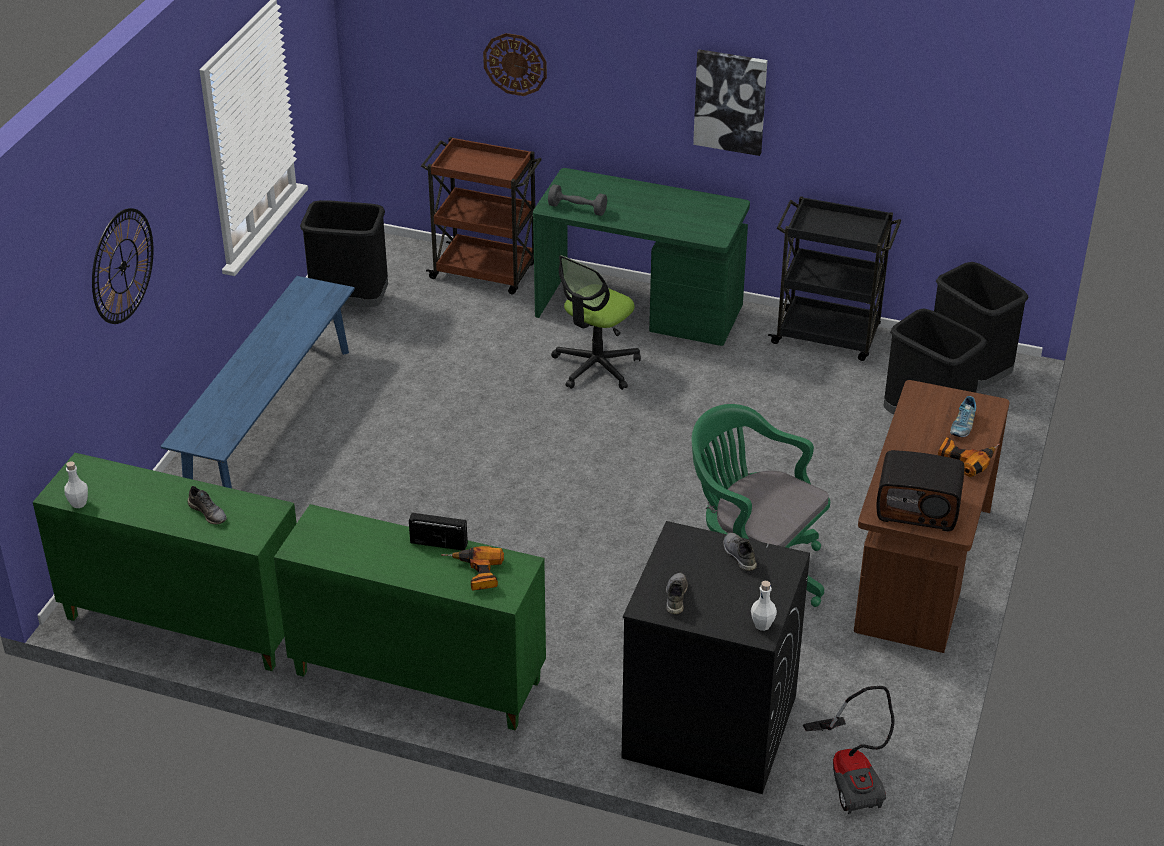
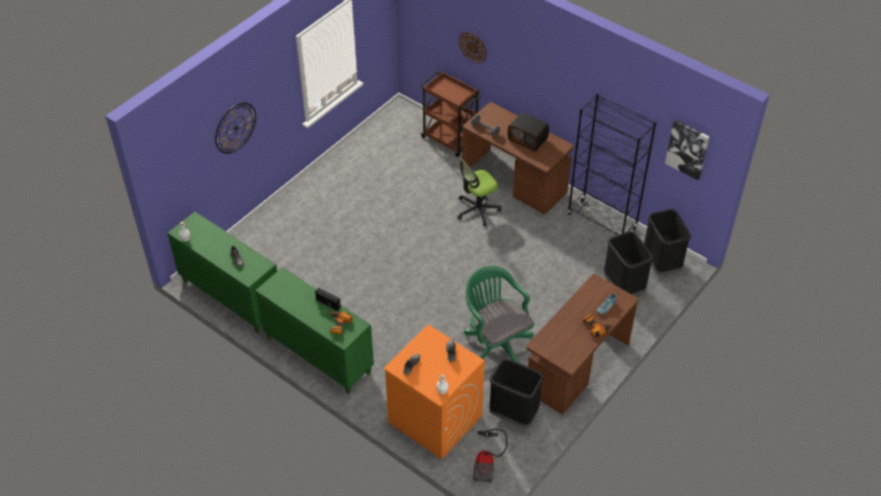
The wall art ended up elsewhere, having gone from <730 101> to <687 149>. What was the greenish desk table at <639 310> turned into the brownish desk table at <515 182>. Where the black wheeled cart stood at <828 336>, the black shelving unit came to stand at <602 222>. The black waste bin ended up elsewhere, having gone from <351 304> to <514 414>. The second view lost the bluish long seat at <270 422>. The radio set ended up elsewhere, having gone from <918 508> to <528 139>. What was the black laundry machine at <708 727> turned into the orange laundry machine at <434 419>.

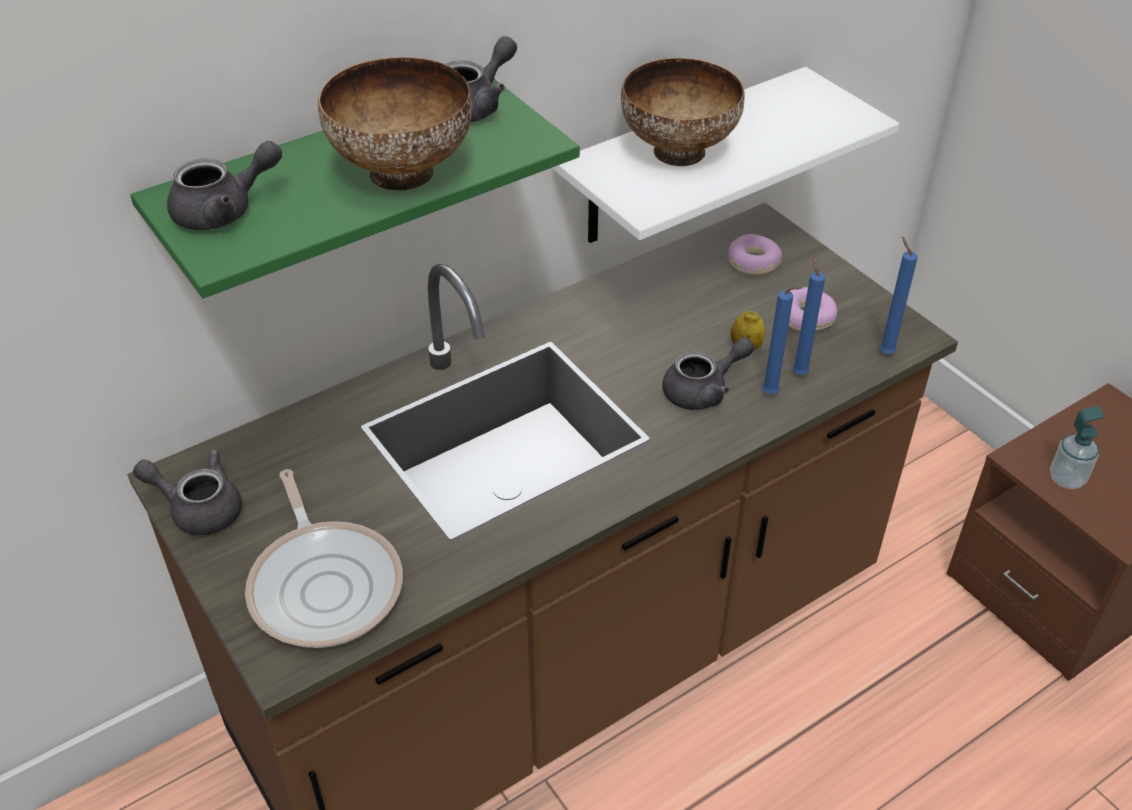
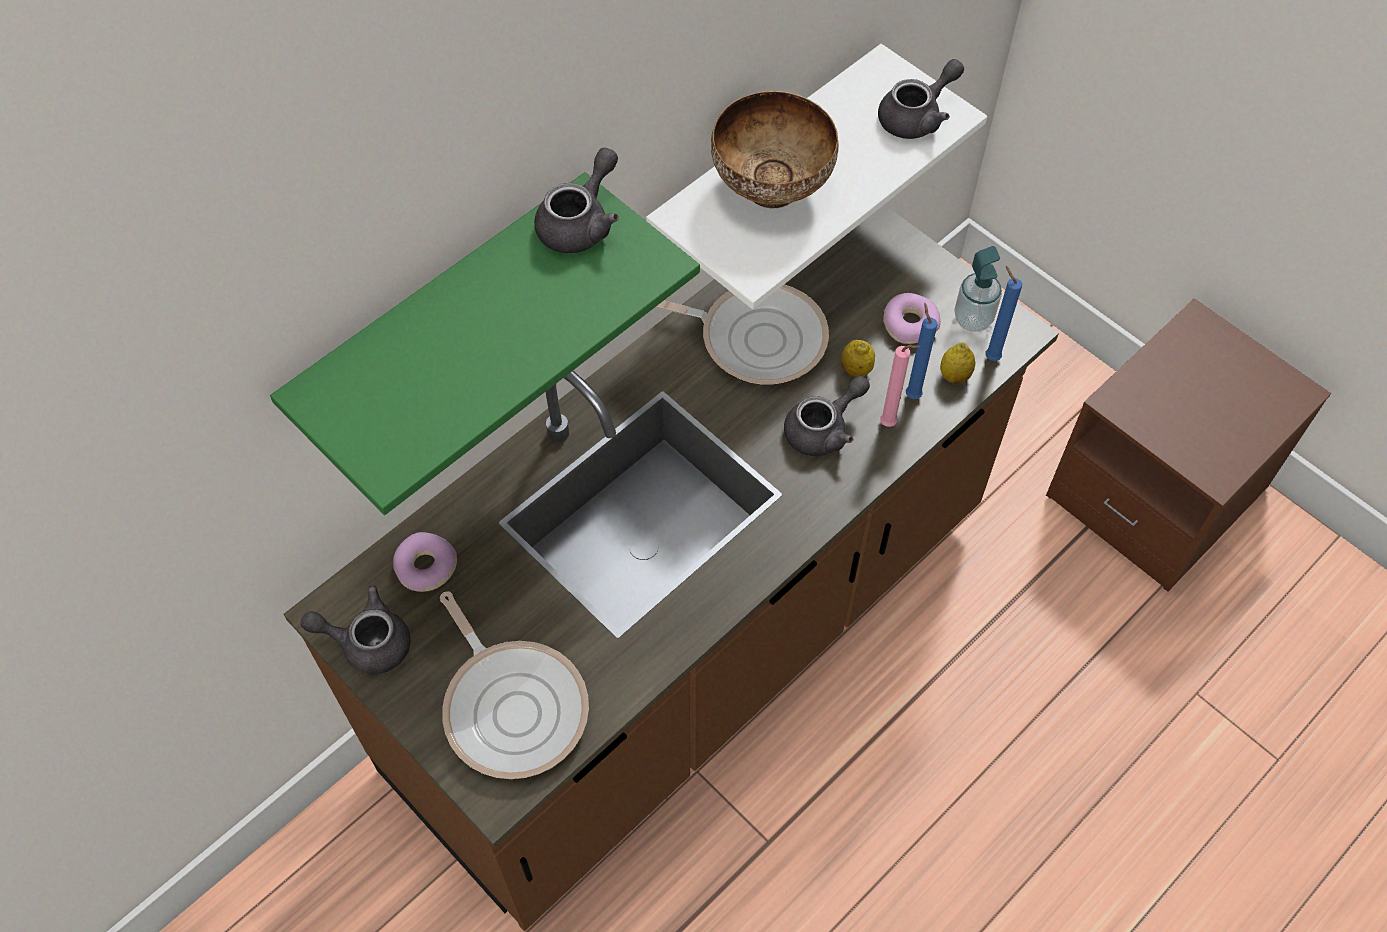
The second view lost the deep dish at <403 175>. The grey teapot ended up elsewhere, having gone from <225 211> to <917 117>. The donut ended up elsewhere, having gone from <753 263> to <425 568>. What was the bluish wax candle at <772 394> turned into the pinkish wax candle at <890 424>. The soap dispenser ended up elsewhere, having gone from <1066 479> to <973 319>. The second view gained the skillet at <756 338>. The second view gained the lemon at <954 376>.

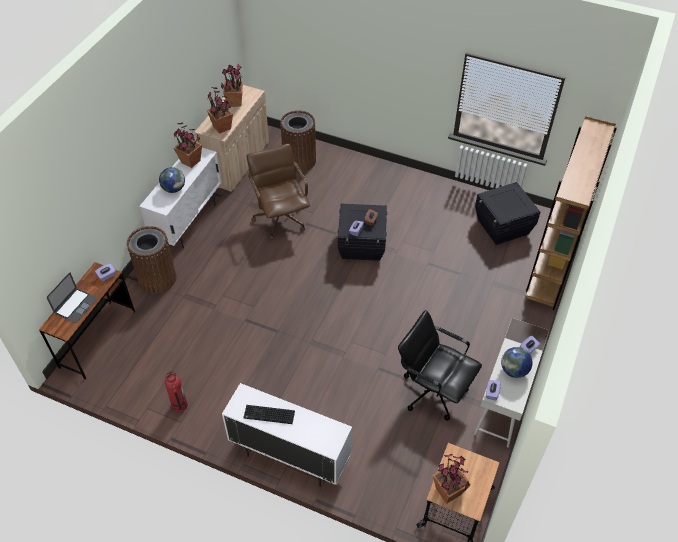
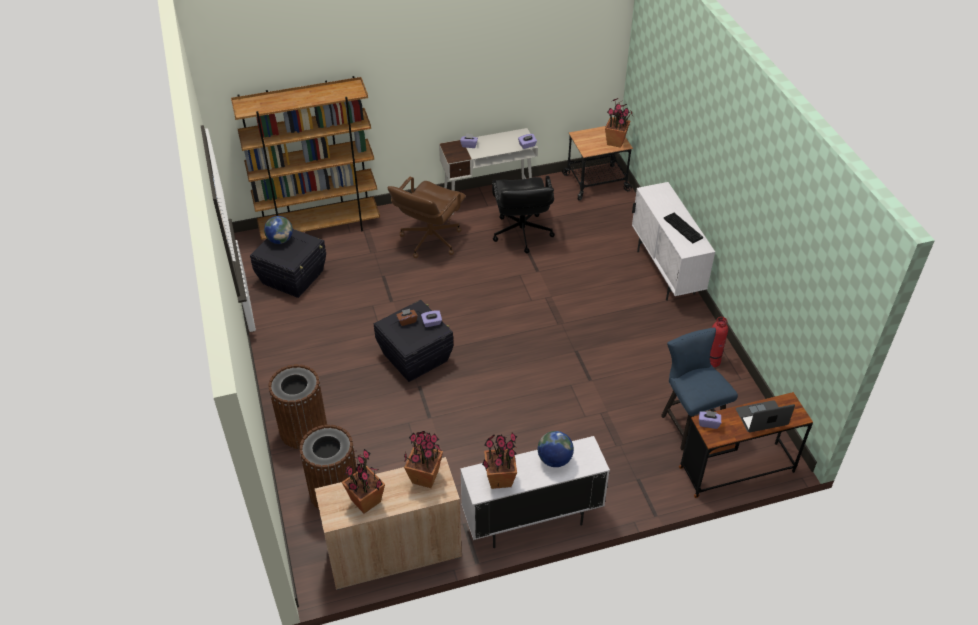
The brownish desk chair ended up elsewhere, having gone from <281 218> to <429 240>. The brownish waste bin ended up elsewhere, having gone from <157 278> to <303 430>. The world globe ended up elsewhere, having gone from <514 370> to <280 240>. The second view gained the bluish chair at <689 422>.

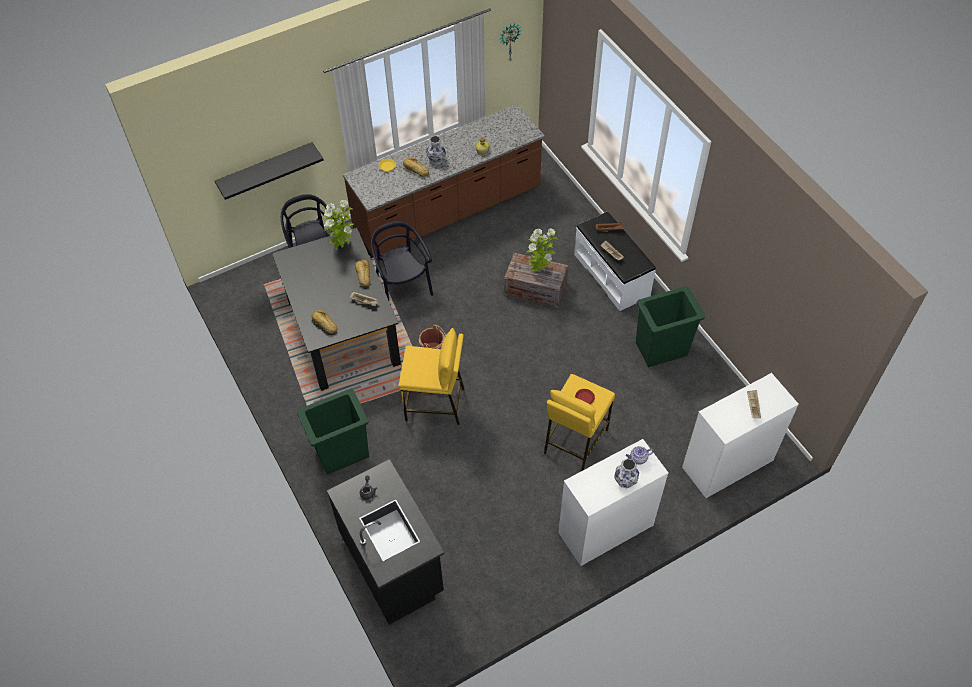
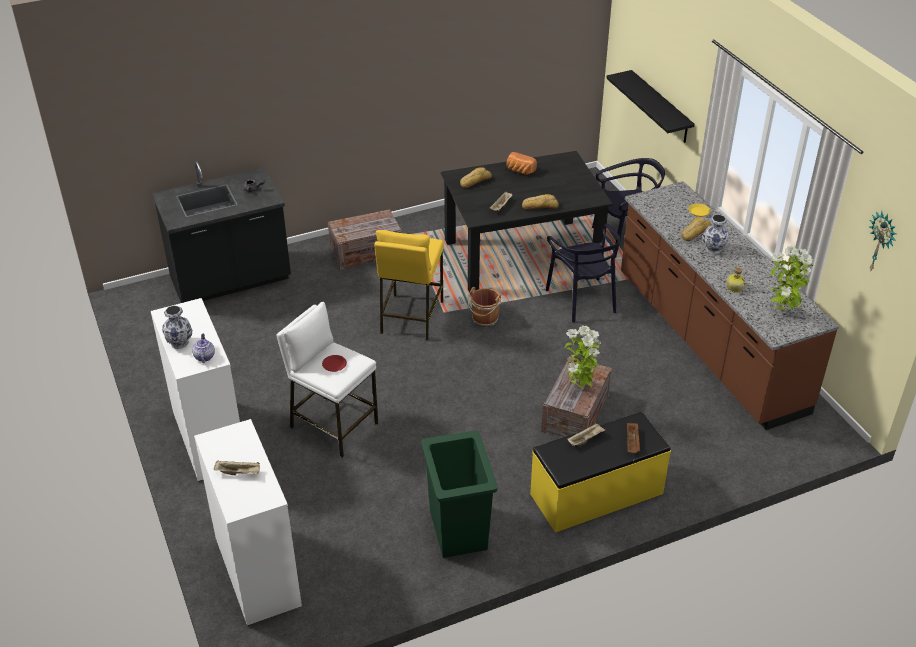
The houseplant ended up elsewhere, having gone from <342 246> to <782 313>. What was the white long seat at <612 275> turned into the yellowish long seat at <597 494>. The black chair at <402 287> ended up facing another way, 90 degrees clockwise from before. What was the yellowish sitting stool at <575 441> turned into the white sitting stool at <333 425>. Where the greenish waste bin stood at <341 452>, the packing crate came to stand at <366 252>. The second view gained the bakery bread at <519 171>.

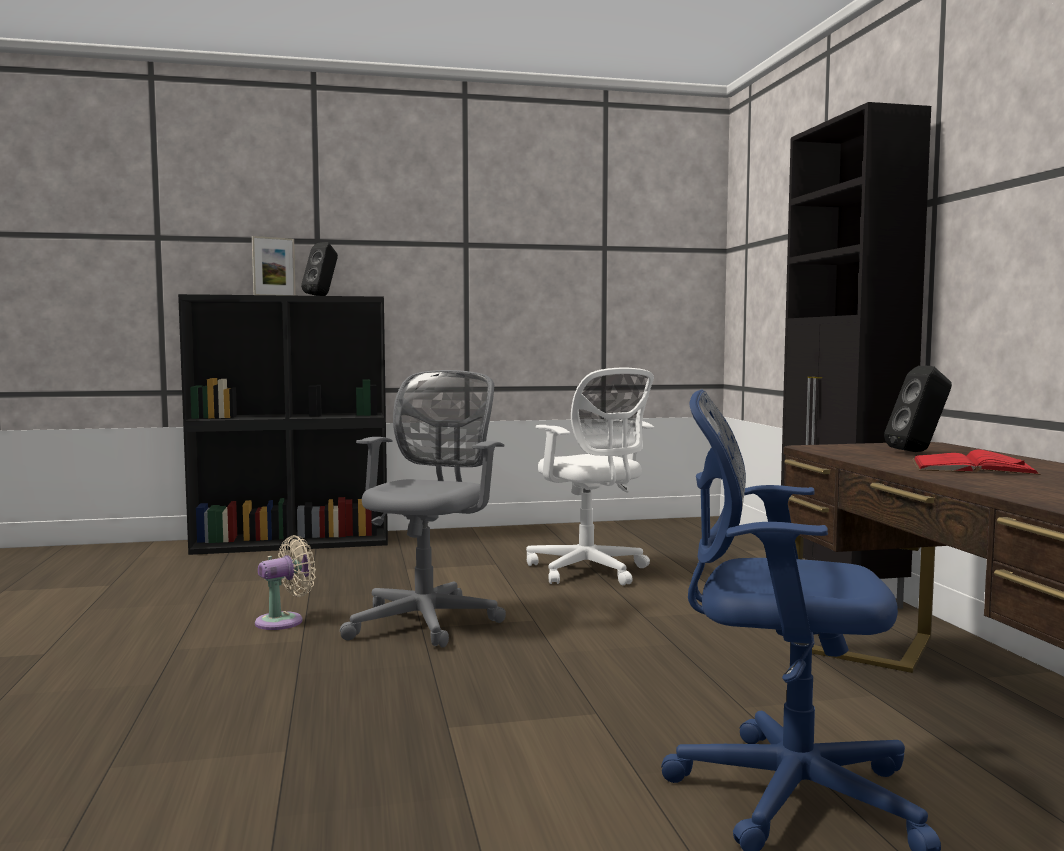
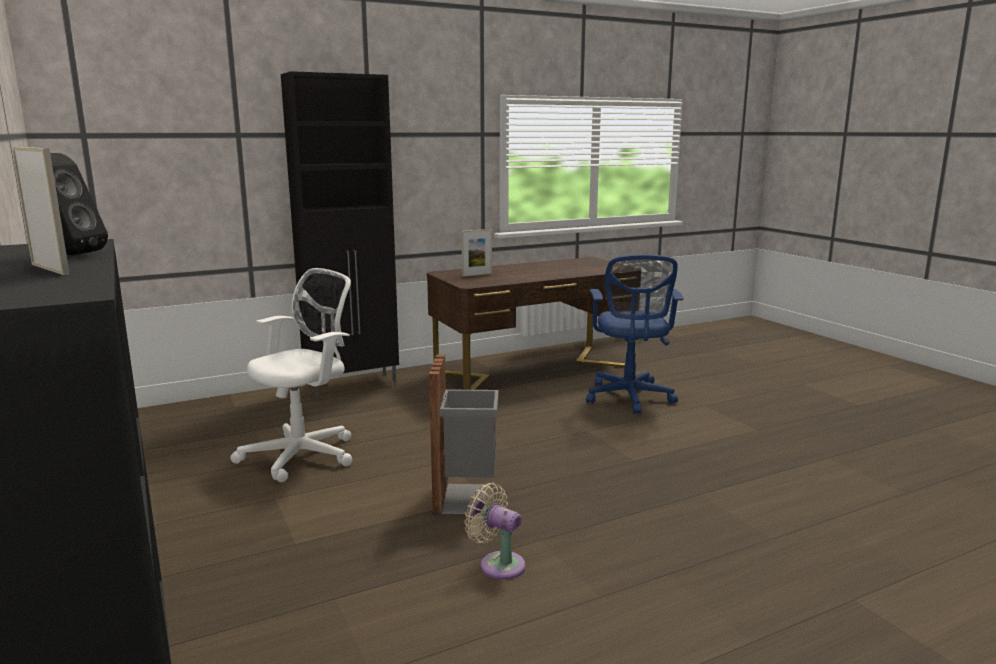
Where the black loudspeaker stood at <918 451>, the picture frame came to stand at <477 275>. Where the grey desk chair stood at <427 620>, the grey waste bin came to stand at <466 498>. The second view lost the red-coloured volume at <972 467>.

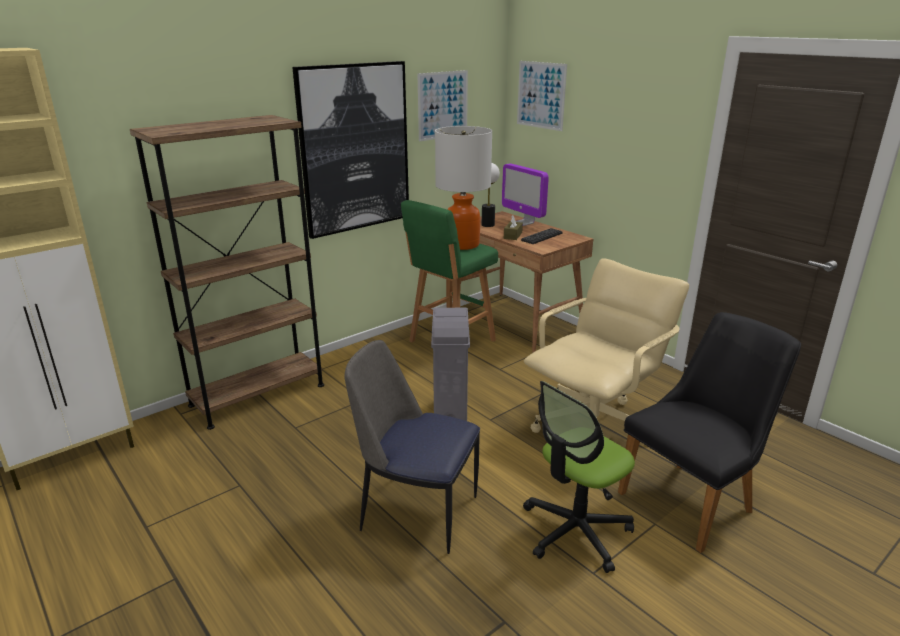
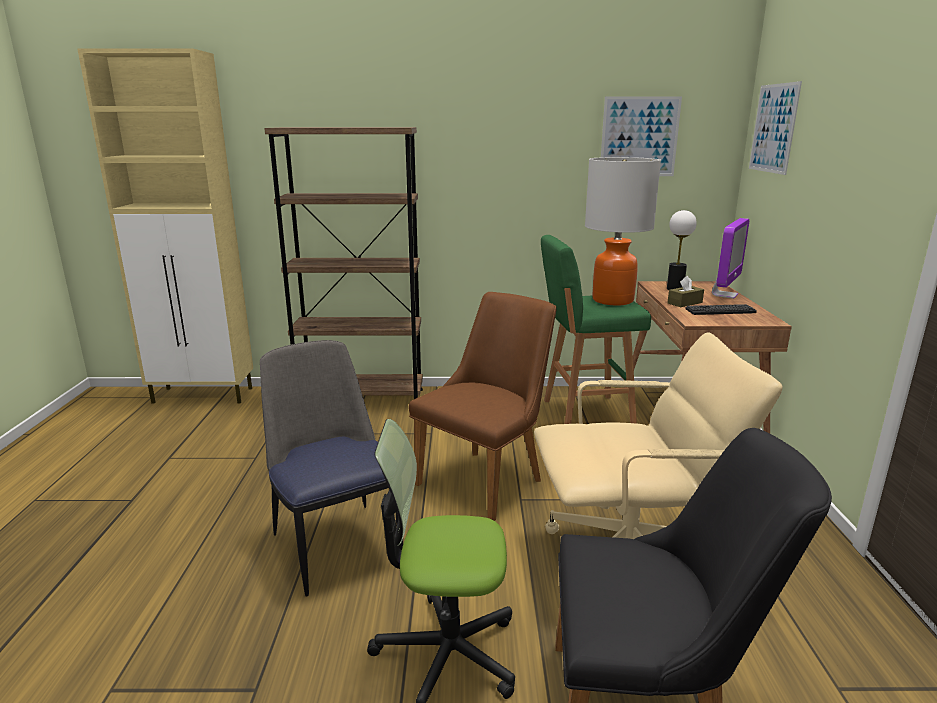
The second view lost the wall art at <355 149>. The monitor at <523 223> ended up facing another way, 150 degrees counterclockwise from before. Where the grey waste bin stood at <450 414>, the brownish chair came to stand at <488 478>.

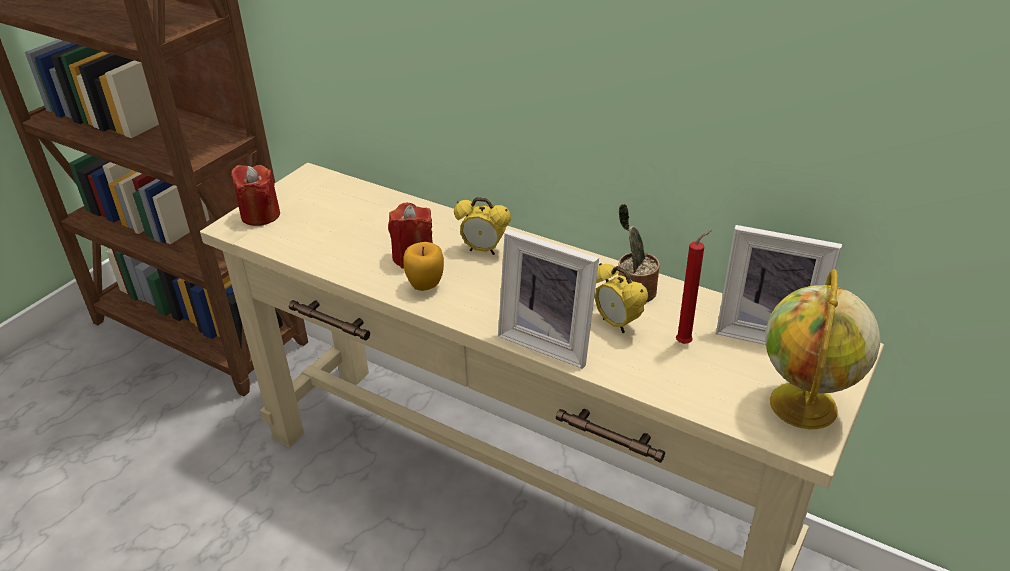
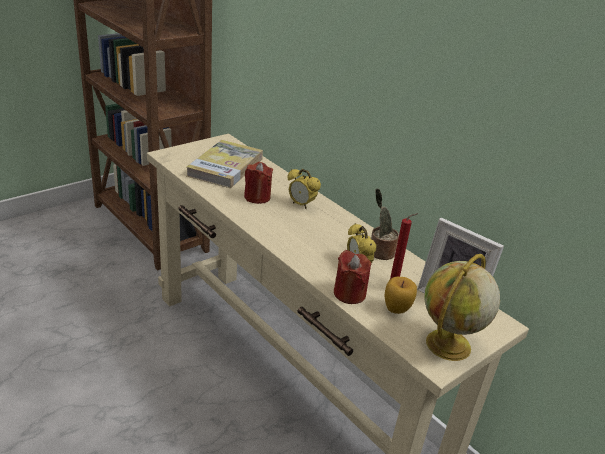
The red-coloured wax candle ended up elsewhere, having gone from <260 215> to <349 293>. The second view lost the picture frame at <549 340>. The apple ended up elsewhere, having gone from <425 286> to <396 310>. The second view gained the volume at <225 167>.

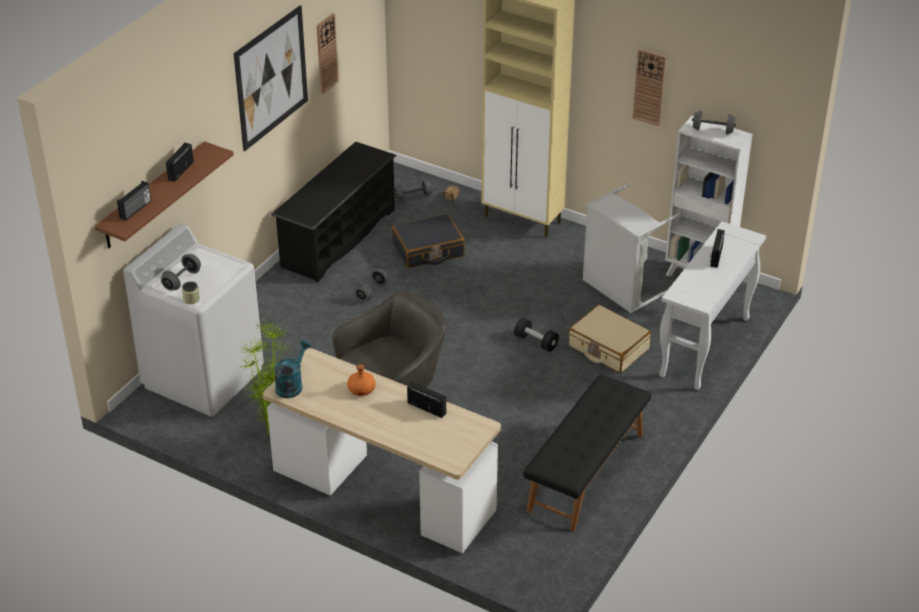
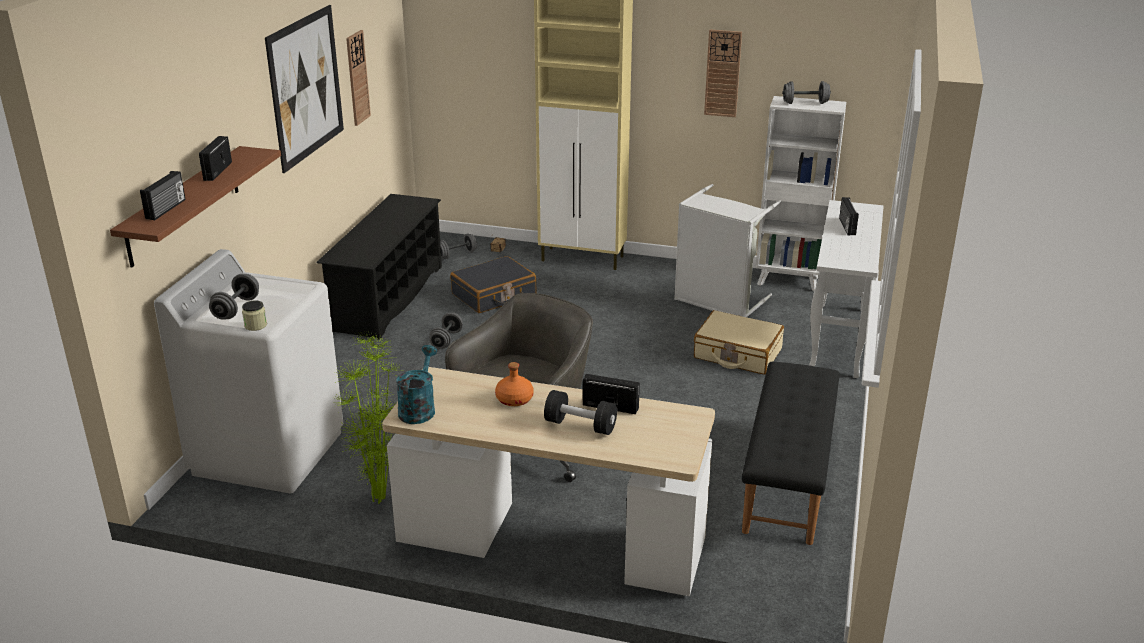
The black free weight ended up elsewhere, having gone from <536 342> to <580 425>.

